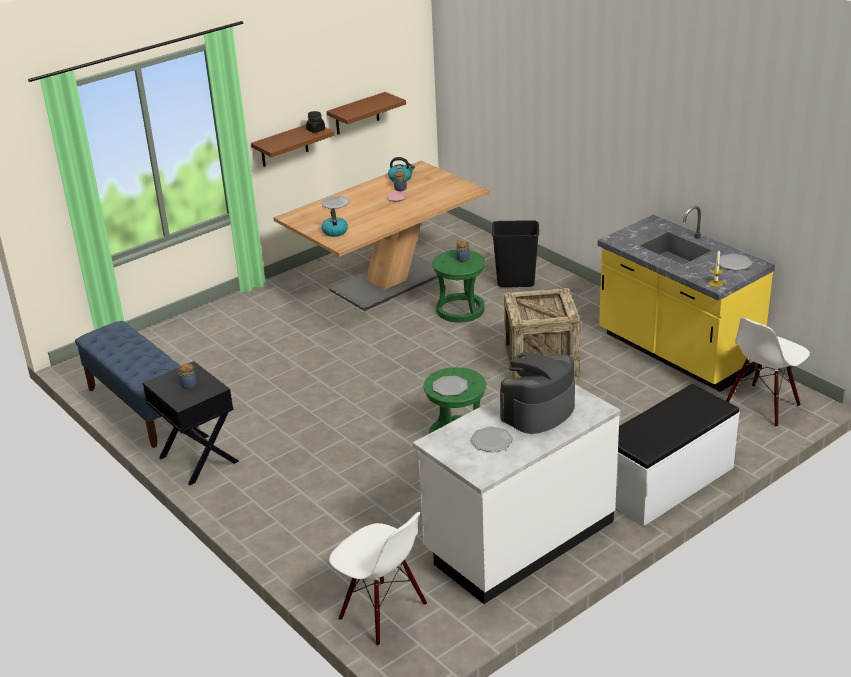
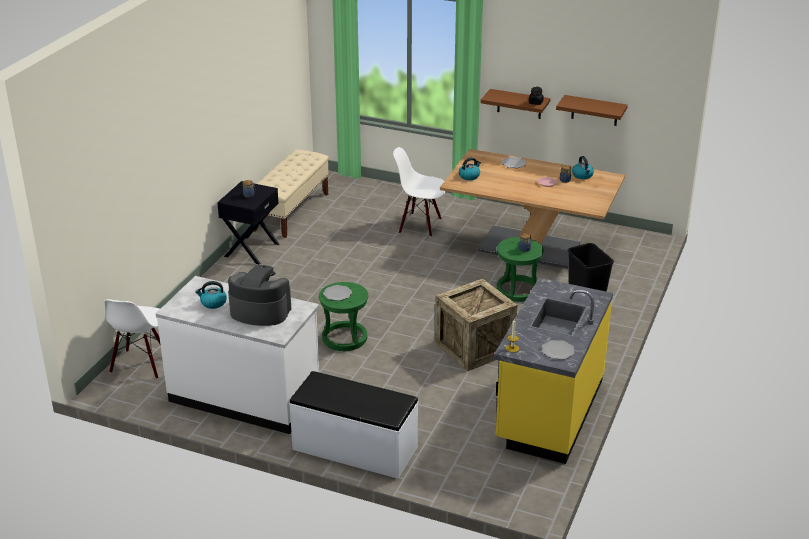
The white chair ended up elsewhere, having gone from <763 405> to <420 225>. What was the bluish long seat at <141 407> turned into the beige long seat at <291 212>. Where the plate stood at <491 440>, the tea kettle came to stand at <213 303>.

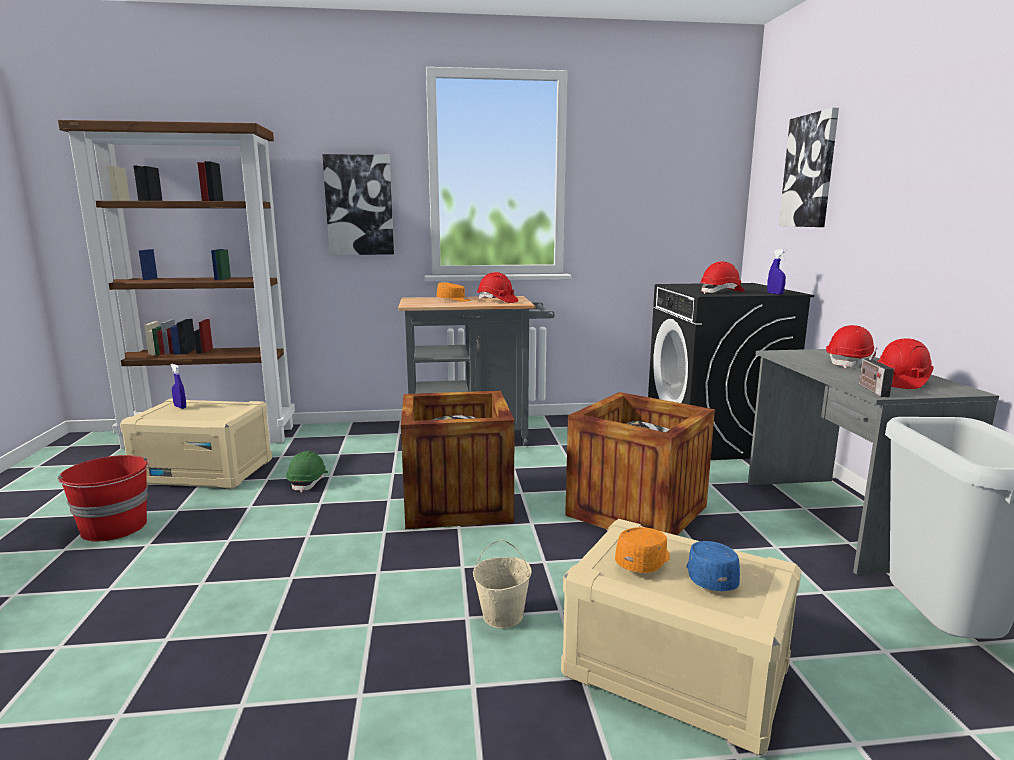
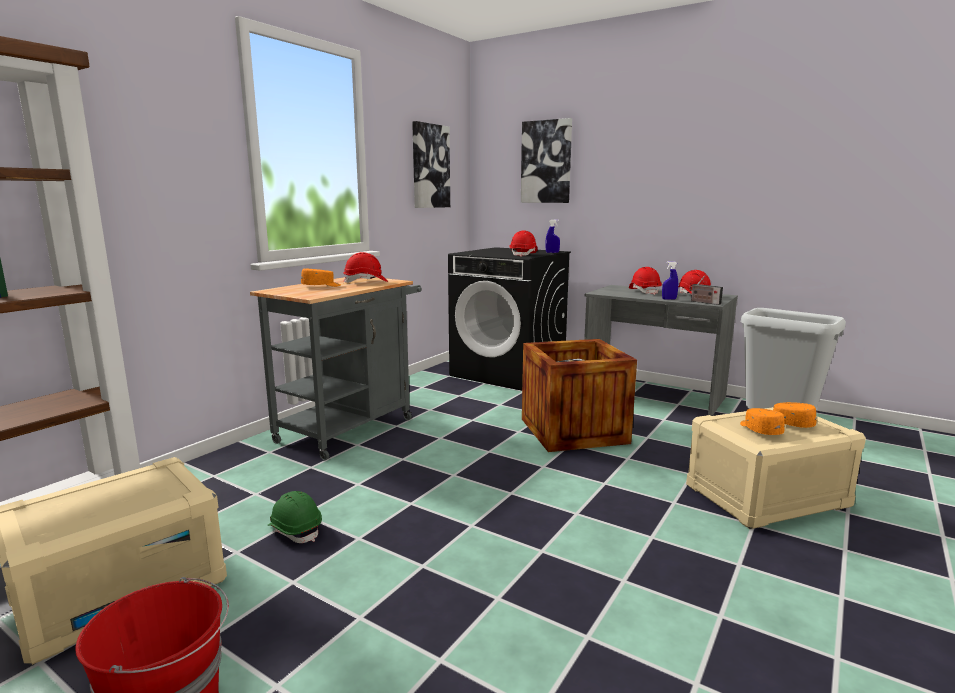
The wall art ended up elsewhere, having gone from <359 205> to <430 166>. The bluish spray bottle ended up elsewhere, having gone from <180 407> to <669 299>. The second view lost the packing crate at <457 502>. The second view lost the beige pail at <503 615>. What was the bluish peaked cap at <709 576> turned into the orange peaked cap at <788 424>.

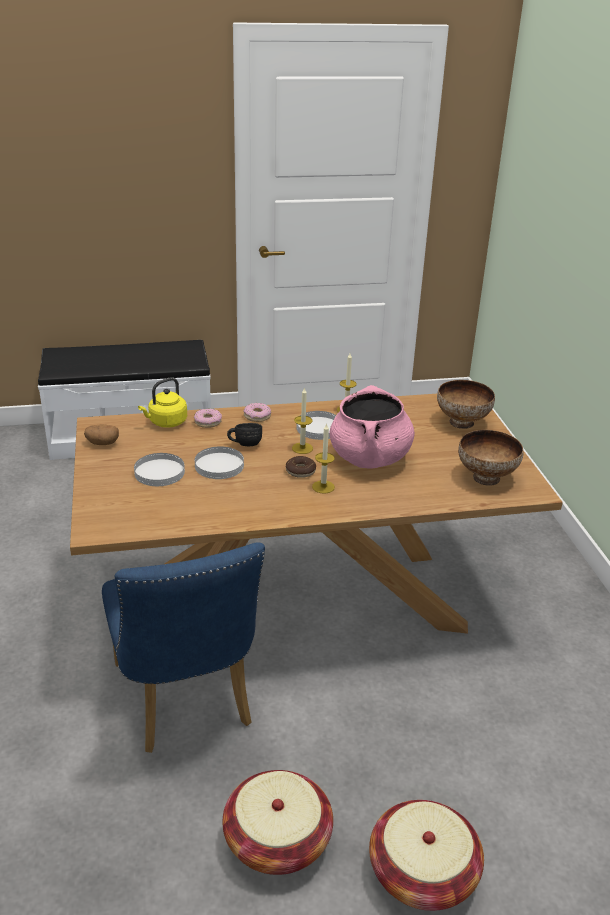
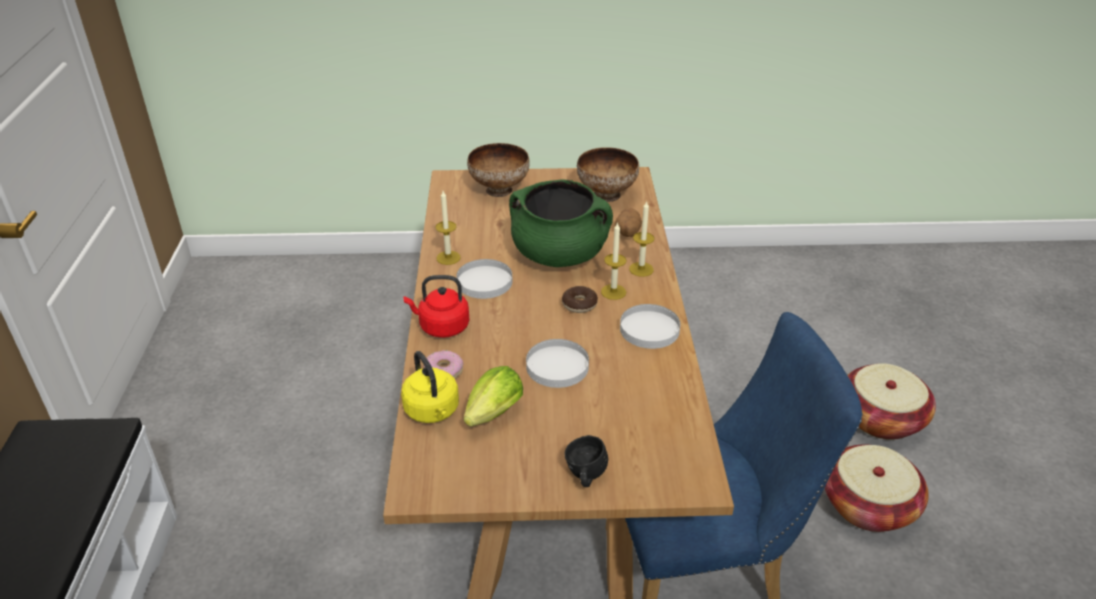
What was the pinkish cooking pot at <370 458> turned into the greenish cooking pot at <559 255>. The wax candle ended up elsewhere, having gone from <302 448> to <641 269>. Where the donut stood at <257 416>, the red-coloured tea kettle came to stand at <441 327>. The black tea mug ended up elsewhere, having gone from <245 444> to <584 476>. The whole potato ended up elsewhere, having gone from <102 443> to <627 233>. The white plate ended up elsewhere, having gone from <160 472> to <649 329>. The second view gained the head of lettuce at <491 416>.

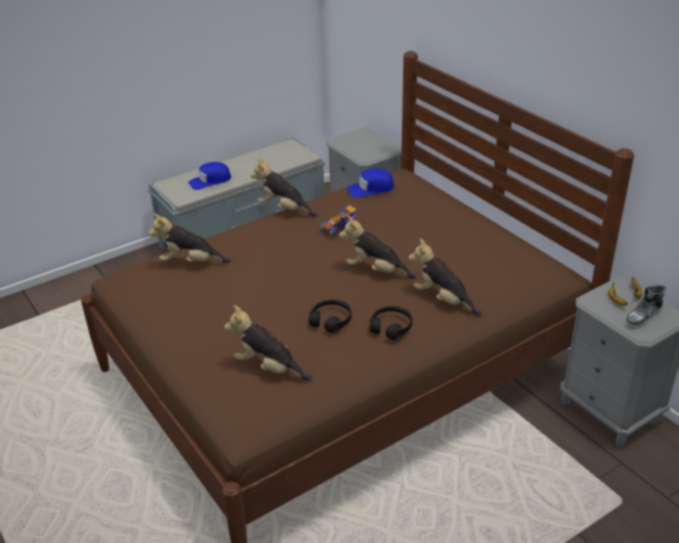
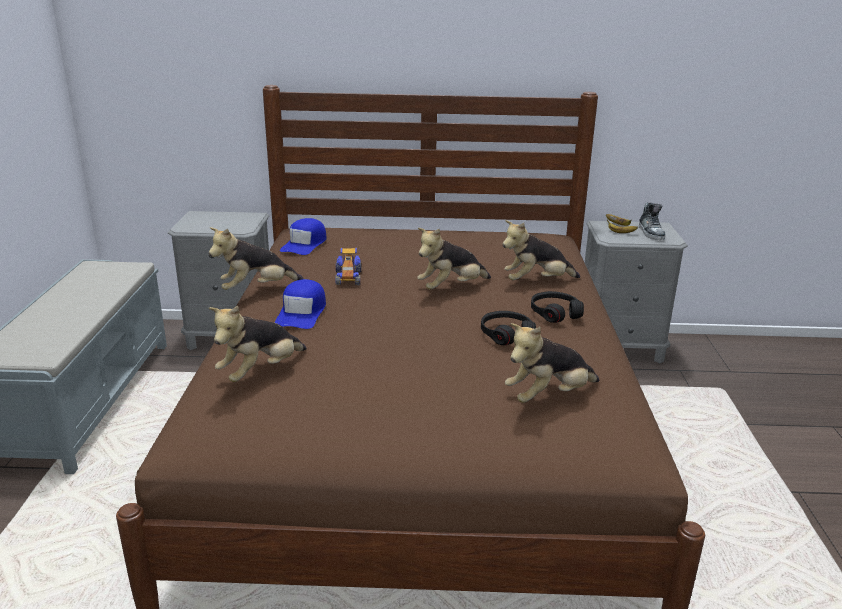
The bluish peaked cap ended up elsewhere, having gone from <210 181> to <302 313>.

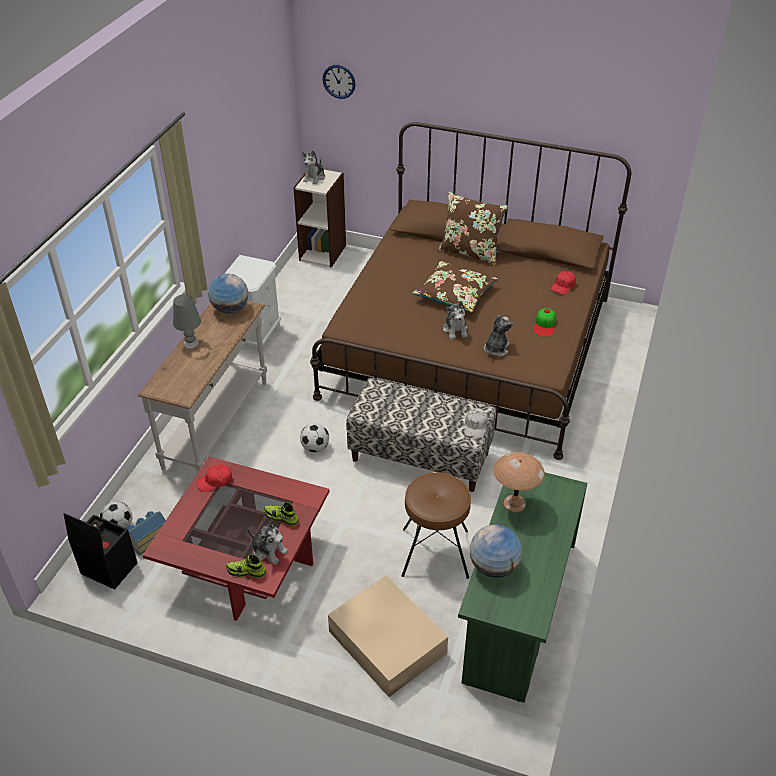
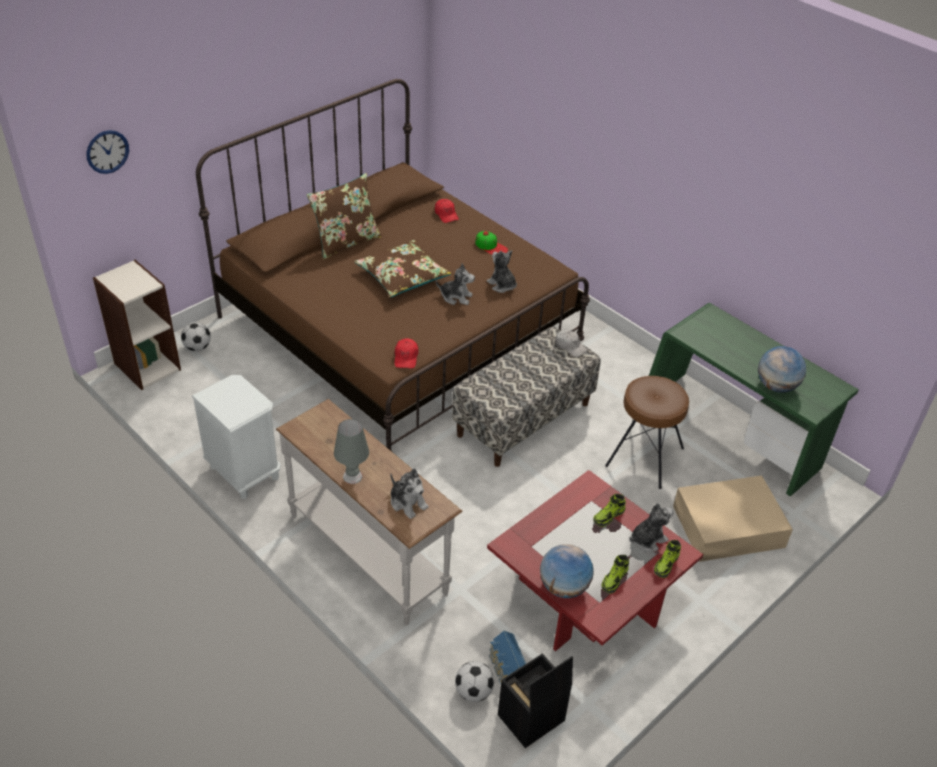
The cuddly toy ended up elsewhere, having gone from <314 177> to <408 502>. The world globe ended up elsewhere, having gone from <230 309> to <563 587>. The football ball ended up elsewhere, having gone from <315 447> to <197 347>. The second view lost the brownish tabletop lamp at <514 503>. The red-coloured peaked cap ended up elsewhere, having gone from <215 481> to <406 357>. The second view gained the low shoe at <614 579>.

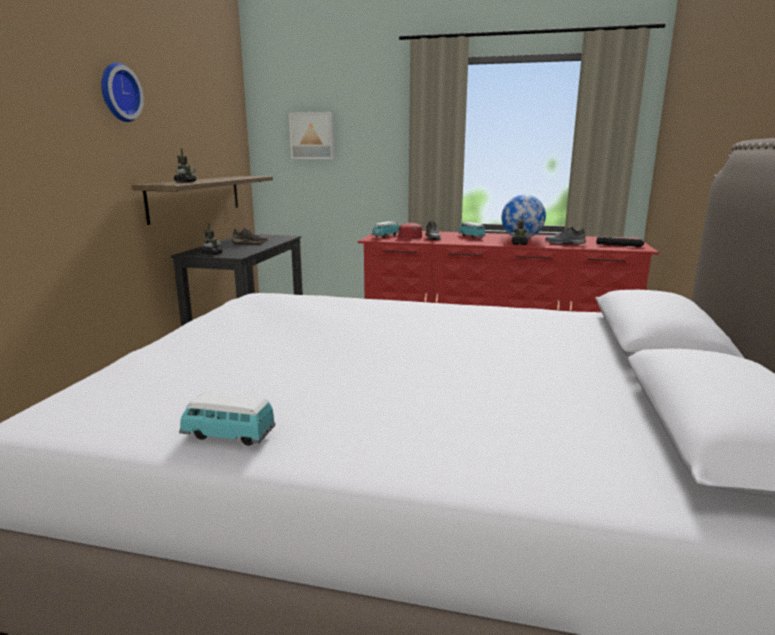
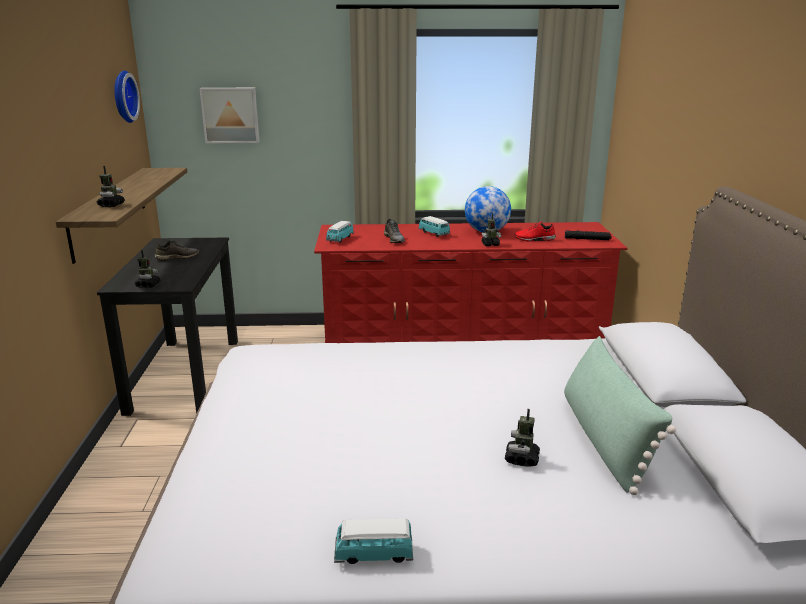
The wall clock ended up elsewhere, having gone from <118 93> to <122 96>. The second view lost the red-coloured peaked cap at <409 238>. What was the grey low shoe at <564 243> turned into the red-coloured low shoe at <534 239>. The second view gained the greenish throw pillow at <605 439>. The second view gained the toy robot at <521 459>.

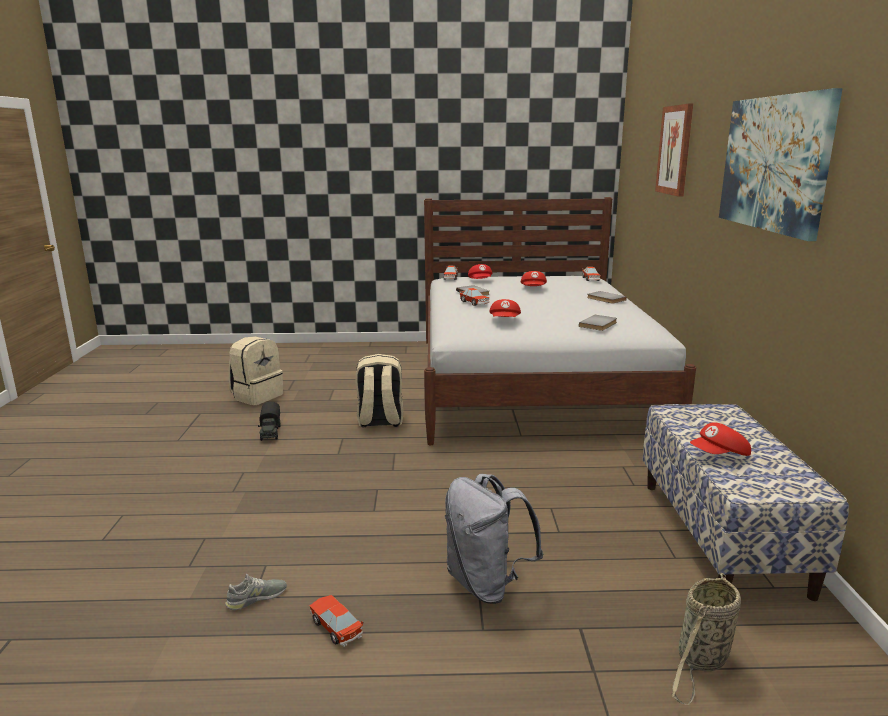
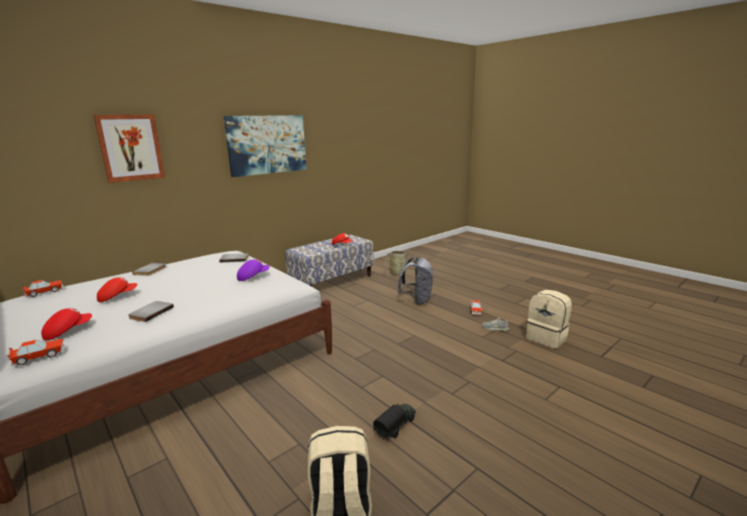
The second view lost the miniature car at <474 303>. What was the red-coloured peaked cap at <505 321> turned into the purplish peaked cap at <253 277>. The beige knapsack ended up elsewhere, having gone from <380 421> to <547 338>.

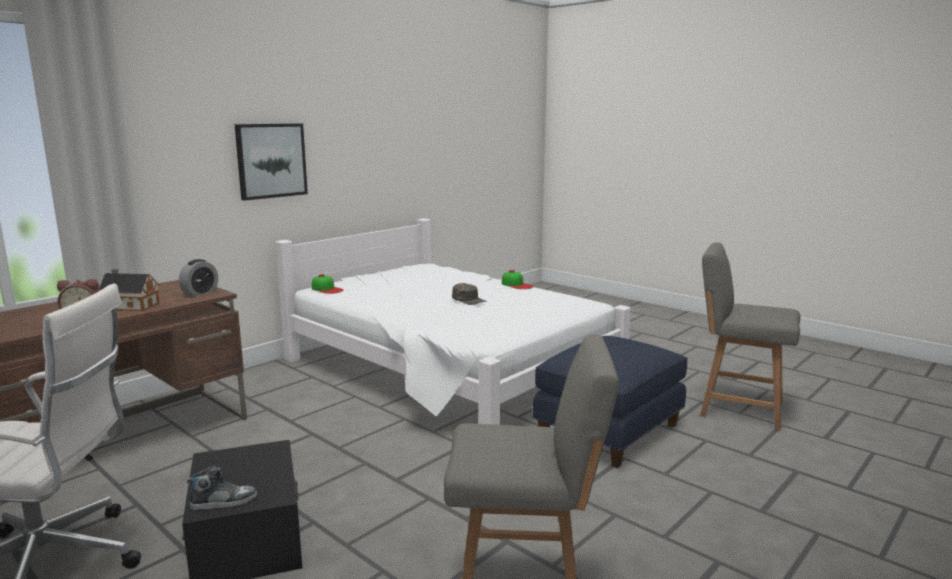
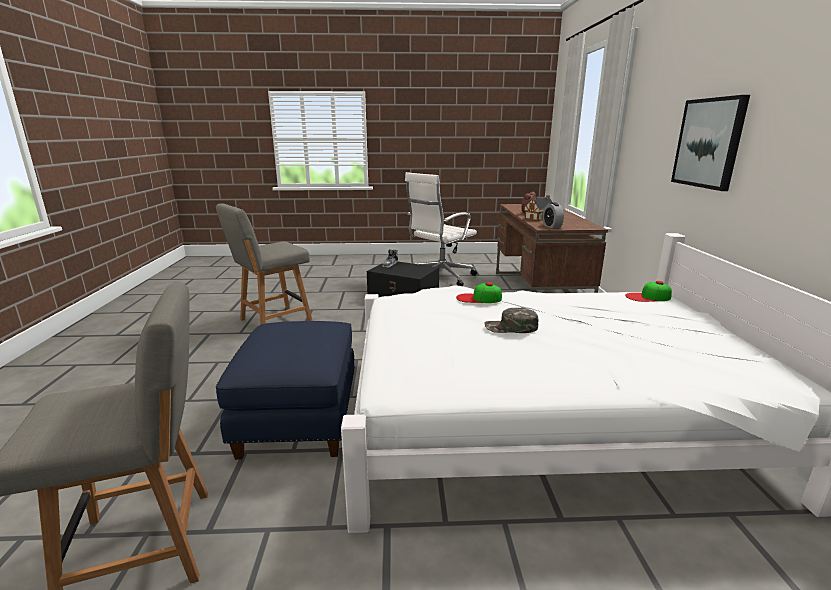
The peaked cap ended up elsewhere, having gone from <517 285> to <478 298>.

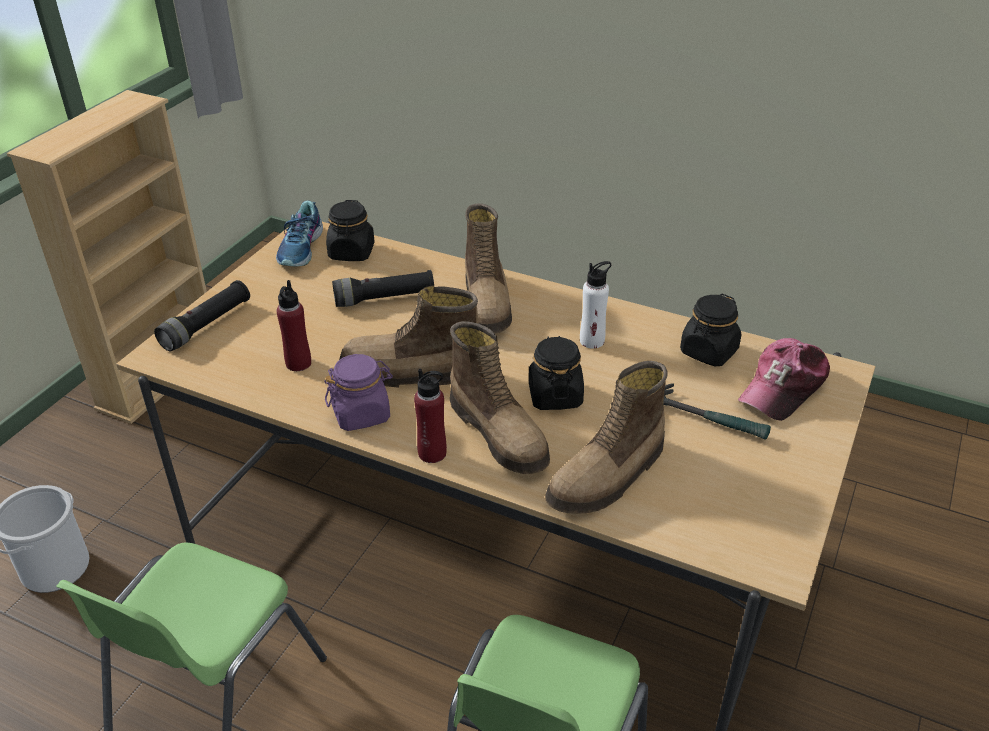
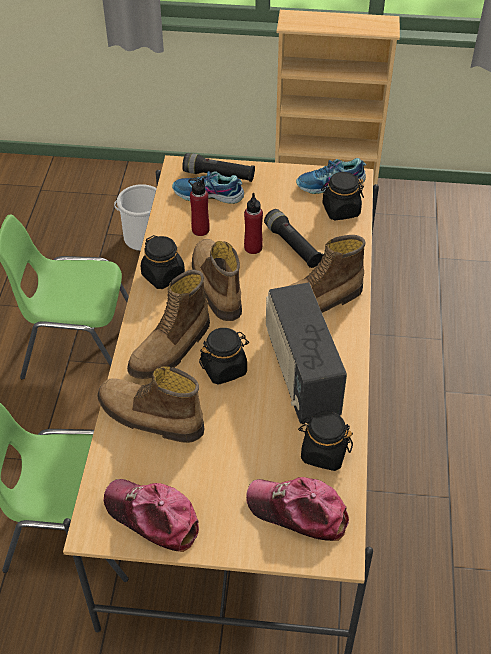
Where the white bottle stood at <592 341>, the radio set came to stand at <301 375>. What was the purplish preserve jar at <361 414> turned into the black preserve jar at <163 276>. The red-coloured bottle ended up elsewhere, having gone from <432 453> to <253 248>. The second view lost the hand hammer at <707 419>. The second view gained the low shoe at <208 195>. The second view gained the peaked cap at <152 517>.

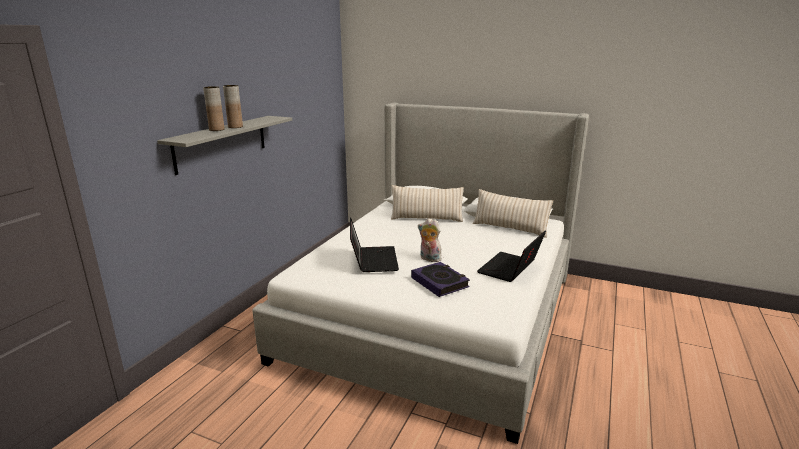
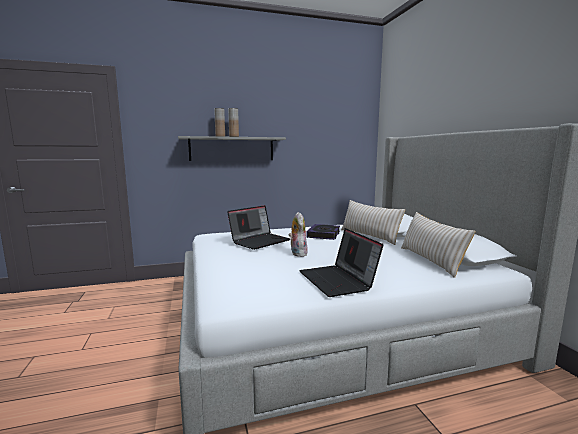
The portable computer at <510 269> ended up facing another way, 105 degrees counterclockwise from before. The volume ended up elsewhere, having gone from <440 282> to <324 234>.

